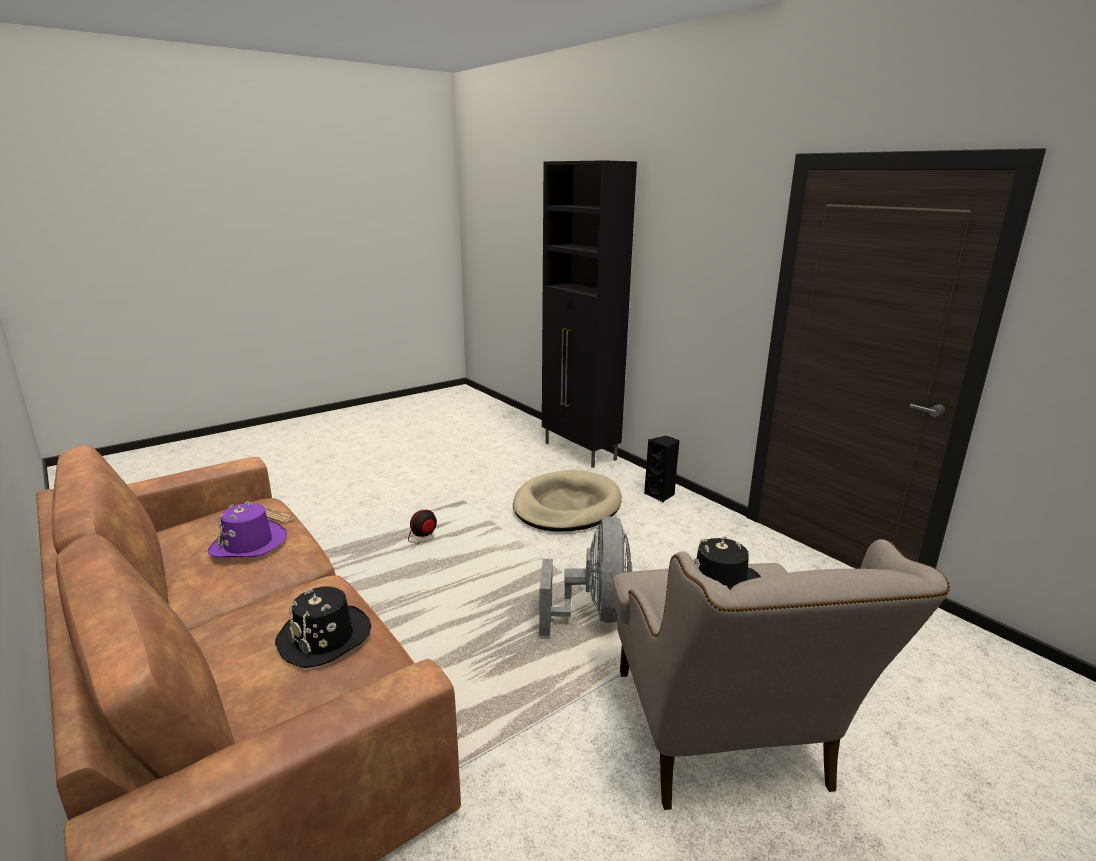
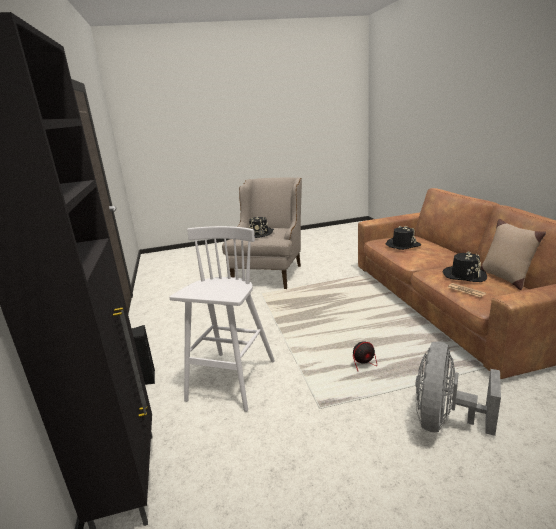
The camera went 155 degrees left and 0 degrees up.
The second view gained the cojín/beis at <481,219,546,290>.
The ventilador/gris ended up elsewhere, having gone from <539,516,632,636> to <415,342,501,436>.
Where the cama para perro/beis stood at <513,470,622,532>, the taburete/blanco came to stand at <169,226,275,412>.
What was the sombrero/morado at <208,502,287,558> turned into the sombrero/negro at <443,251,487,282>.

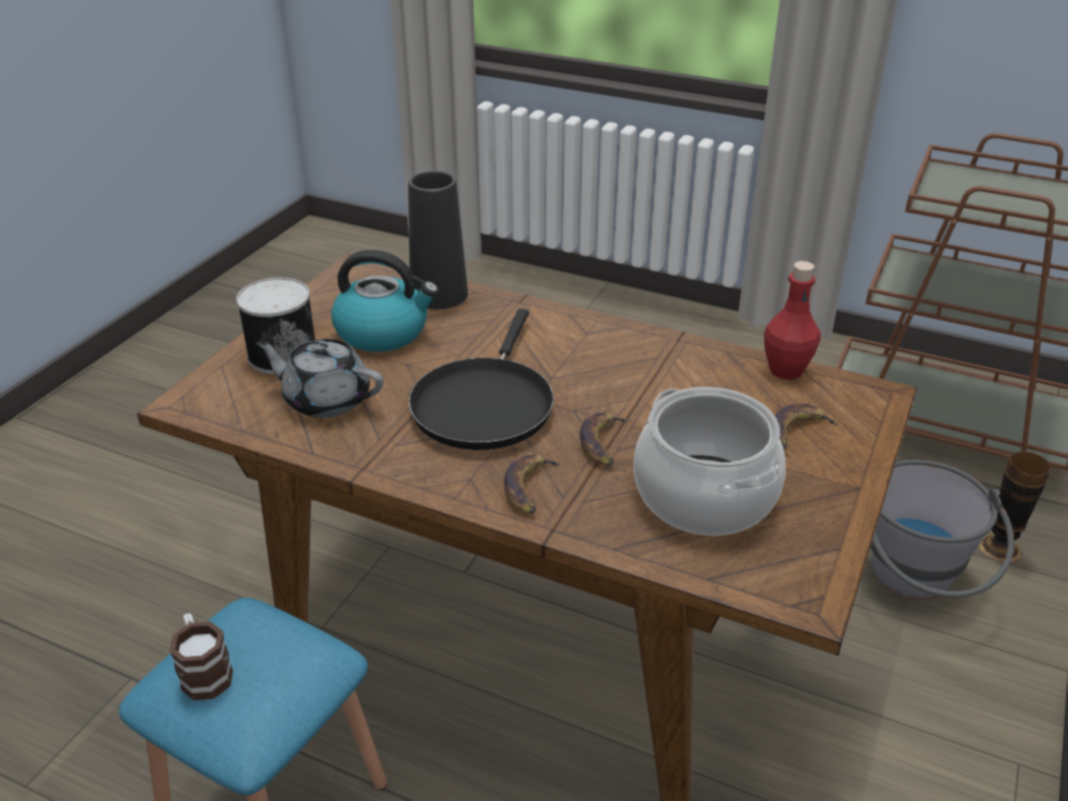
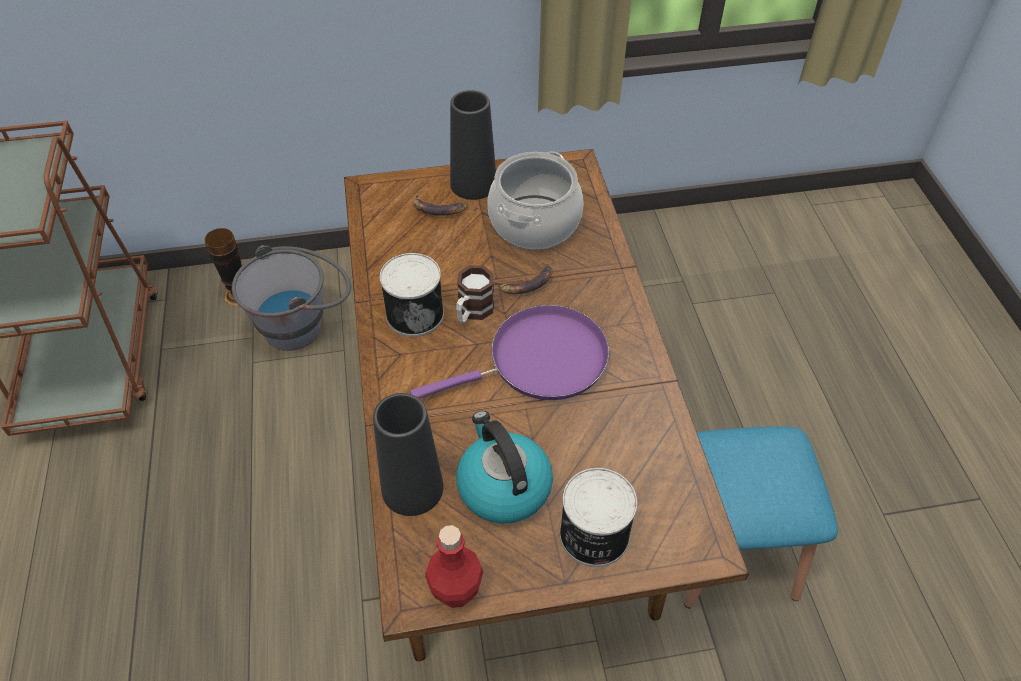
The camera went 125 degrees left and 15 degrees up.
The second view lost the tetera/gris at <256,339,383,418>.
The second view lost the plátano at <504,453,562,514>.
The second view gained the lata at <379,253,444,337>.
The second view gained the florero/negro at <450,90,496,200>.
The taza grande ended up elsewhere, having gone from <169,613,233,700> to <456,265,495,323>.
The botella/rojo ended up elsewhere, having gone from <764,261,820,380> to <425,525,483,608>.
What was the sartén/negro at <408,309,554,450> turned into the sartén/morado at <410,305,609,400>.

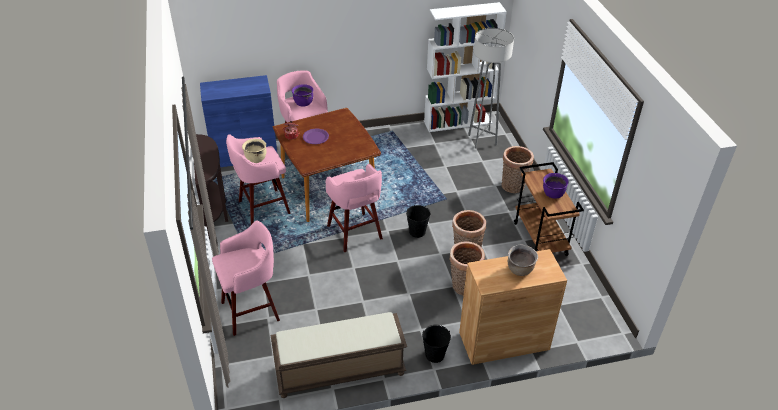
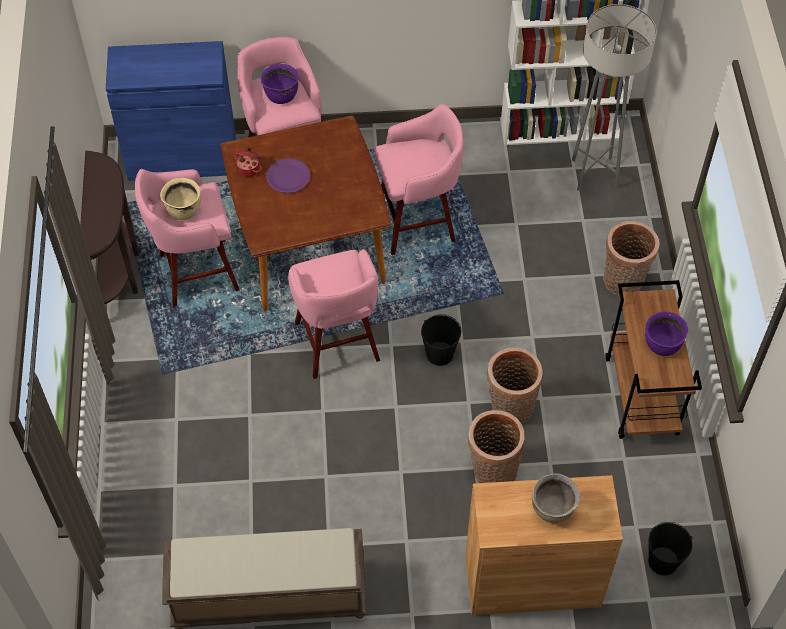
The camera went 10 degrees right and 15 degrees up.
The taburete/rosa ended up elsewhere, having gone from <212,220,280,336> to <375,104,464,255>.
The cubo/negro ended up elsewhere, having gone from <422,325,451,363> to <648,522,693,575>.

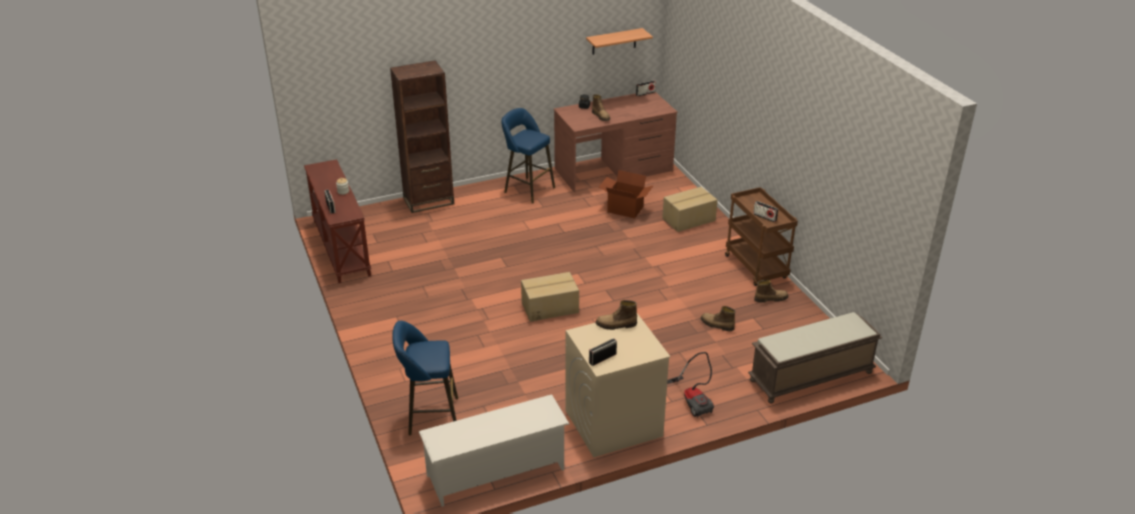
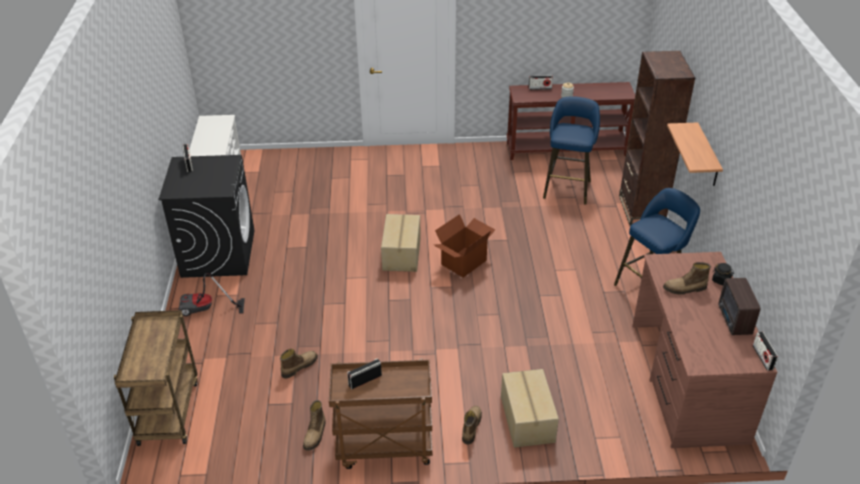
The camera went 110 degrees right and 5 degrees up.
The second view gained the radio at <719,278,760,335>.
The taburete/azul ended up elsewhere, having gone from <392,321,458,435> to <543,97,600,205>.
The estante ended up elsewhere, having gone from <586,28,653,55> to <667,122,723,186>.
The bota ended up elsewhere, having gone from <595,300,637,330> to <462,406,482,444>.
The caja de cartón ended up elsewhere, having gone from <599,170,654,218> to <434,214,495,278>.
Where the banco/marrón stood at <748,312,882,404>, the carrito/marrón came to stand at <114,310,198,446>.
What was the lavadora/beis at <565,313,670,457> turned into the lavadora/negro at <159,155,255,278>.

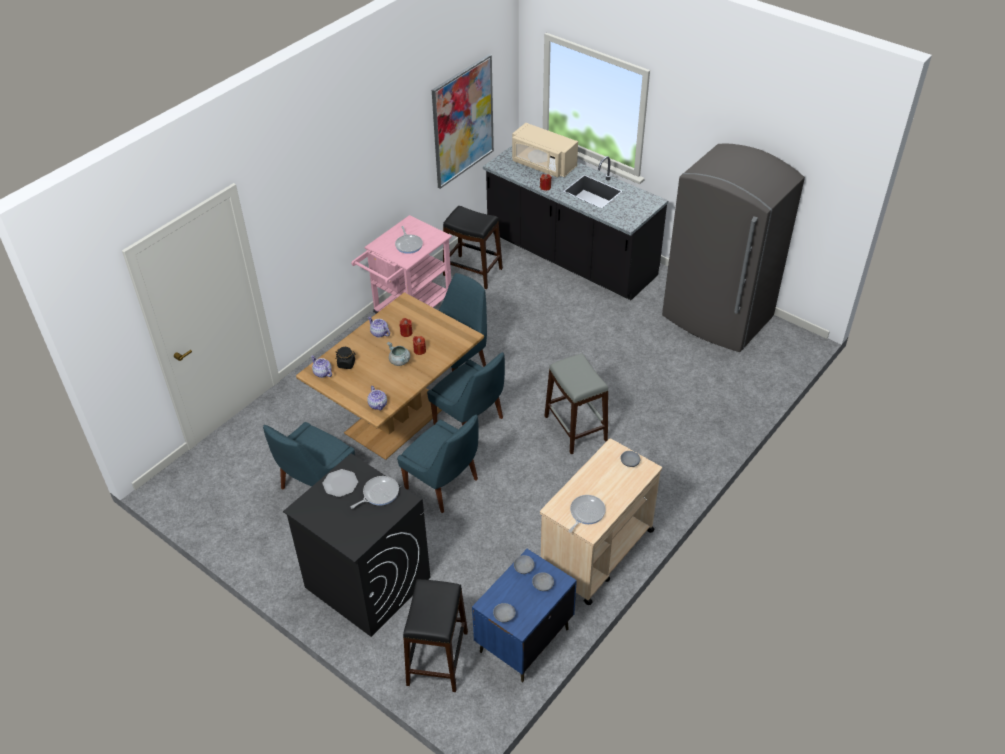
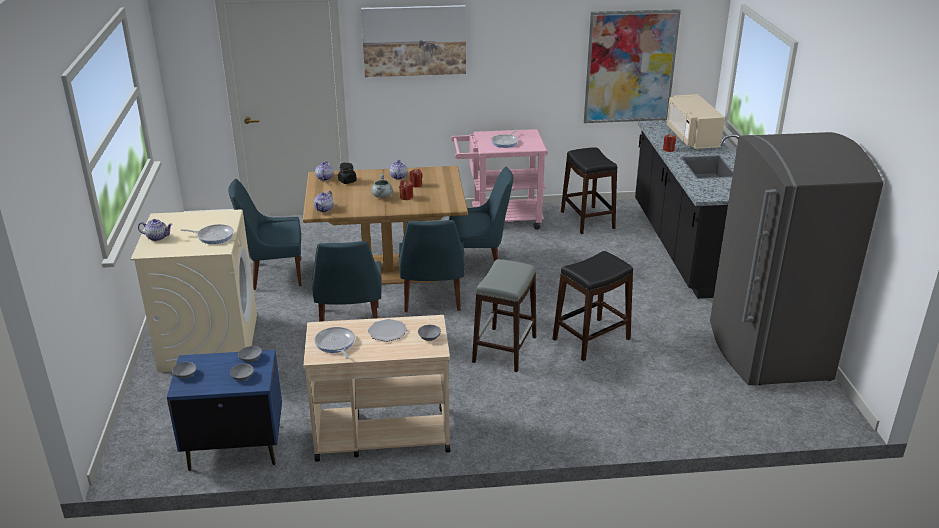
The camera went 45 degrees right and 15 degrees down.
The second view gained the tetera at <138,219,173,241>.
The second view gained the cuadro at <361,5,466,77>.
The plato ended up elsewhere, having gone from <323,469,358,497> to <368,319,407,342>.
The taburete/negro ended up elsewhere, having gone from <403,579,468,692> to <553,251,633,361>.
What was the lavadora/negro at <283,453,430,637> turned into the lavadora/beis at <131,209,257,372>.
The sartén at <569,495,606,533> ended up facing another way, 105 degrees counterclockwise from before.

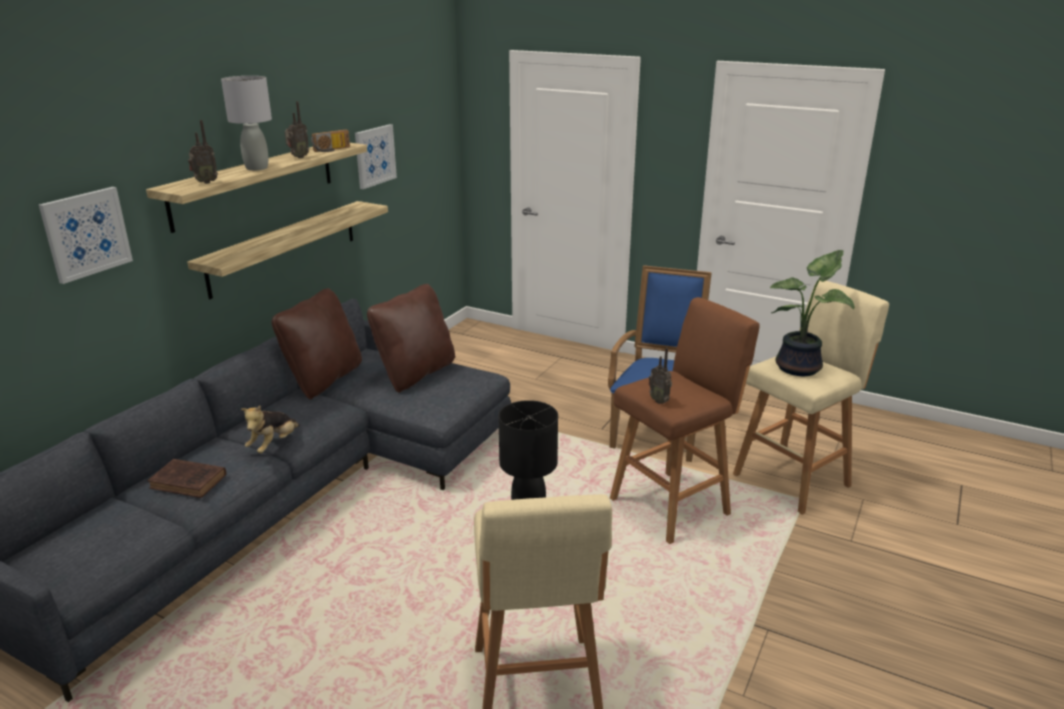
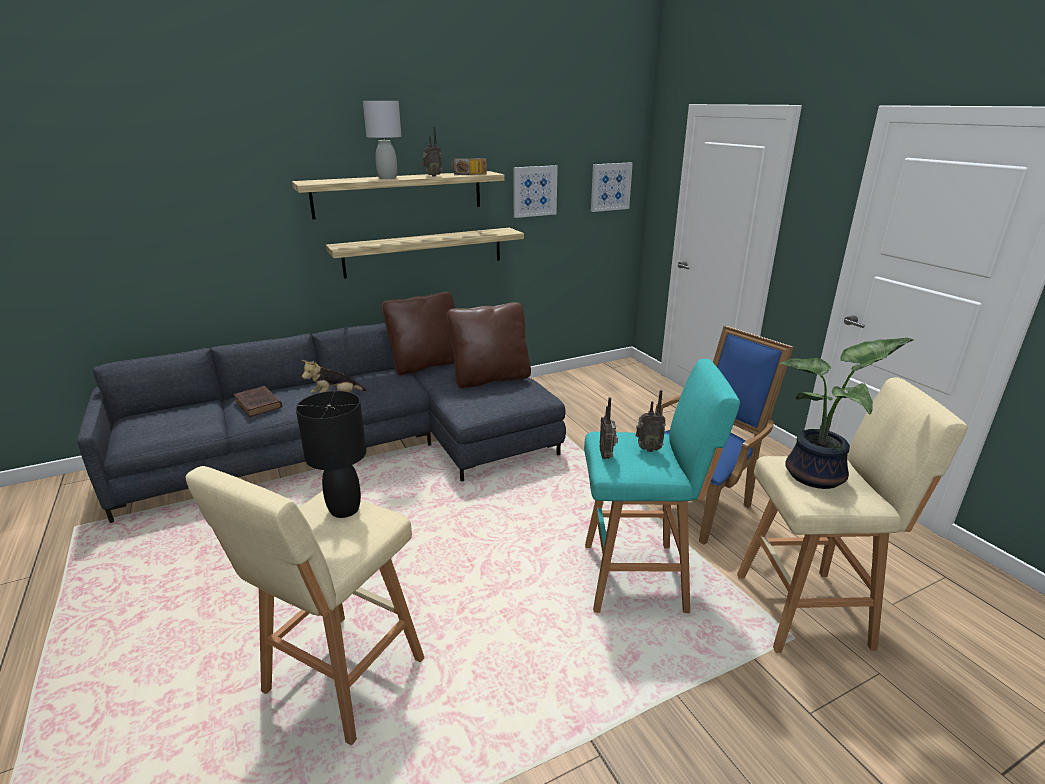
The camera went 35 degrees right and 0 degrees up.
The cuadro ended up elsewhere, having gone from <39,187,133,284> to <591,162,633,212>.
The radio ended up elsewhere, having gone from <188,120,218,184> to <635,390,666,452>.
What was the taburete/marrón at <610,297,760,544> turned into the taburete/turquesa at <584,359,740,613>.

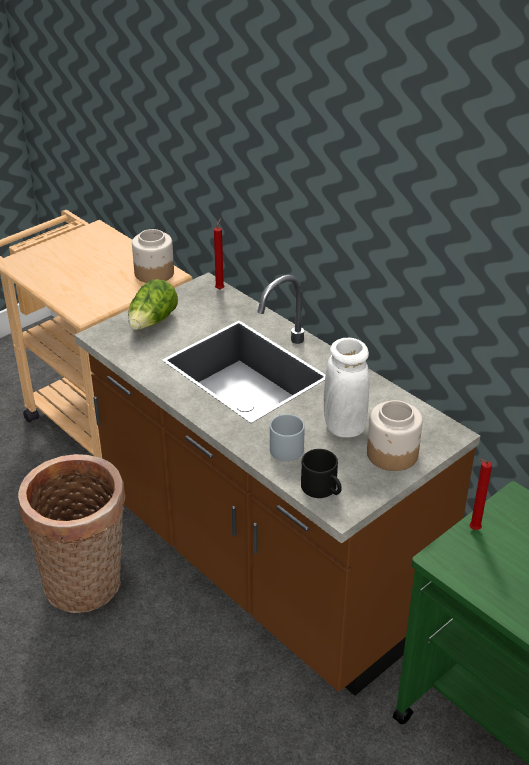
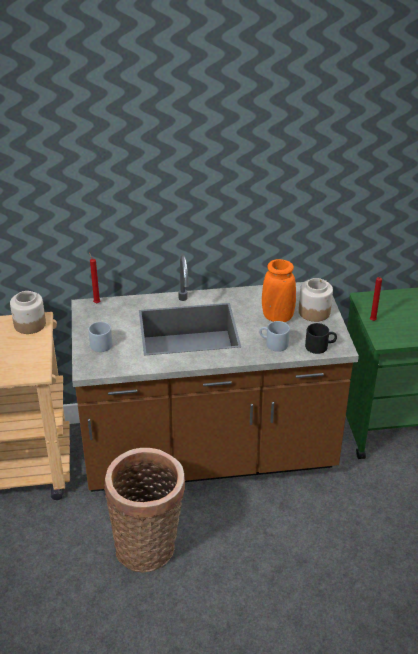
The camera went 55 degrees left and 0 degrees up.
Where the lechuga stood at <128,279,178,330>, the taza grande/gris came to stand at <88,322,112,352>.
What was the florero/blanco at <324,338,369,438> turned into the florero/naranja at <262,259,296,322>.

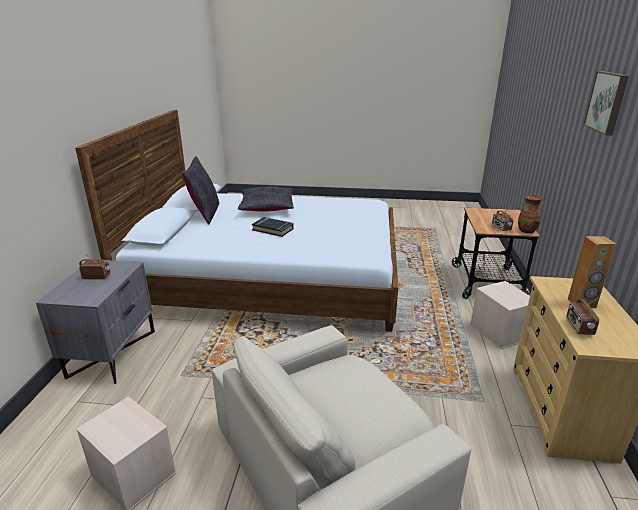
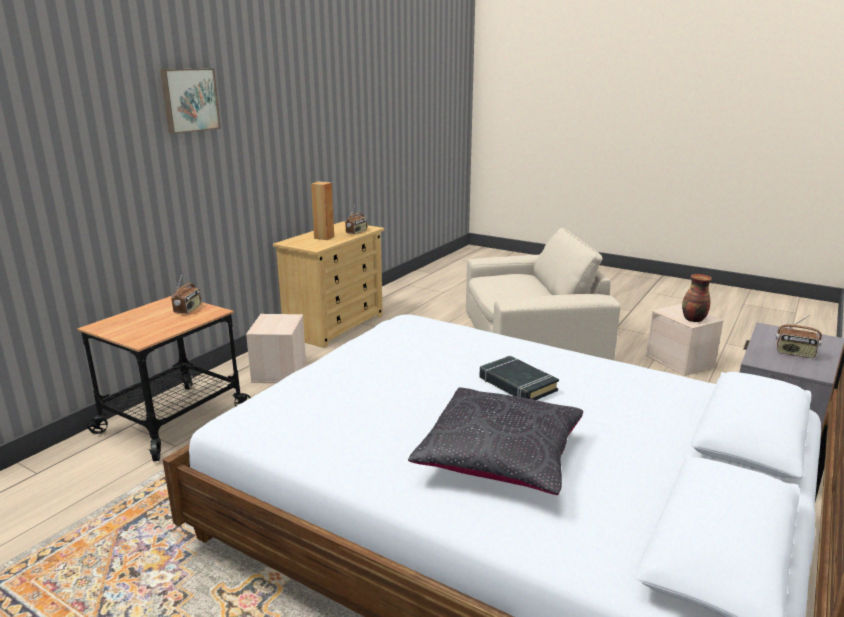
The camera went 155 degrees left and 5 degrees down.
The second view lost the cojín/negro at <182,156,219,225>.
The florero ended up elsewhere, having gone from <518,195,542,233> to <682,274,712,322>.

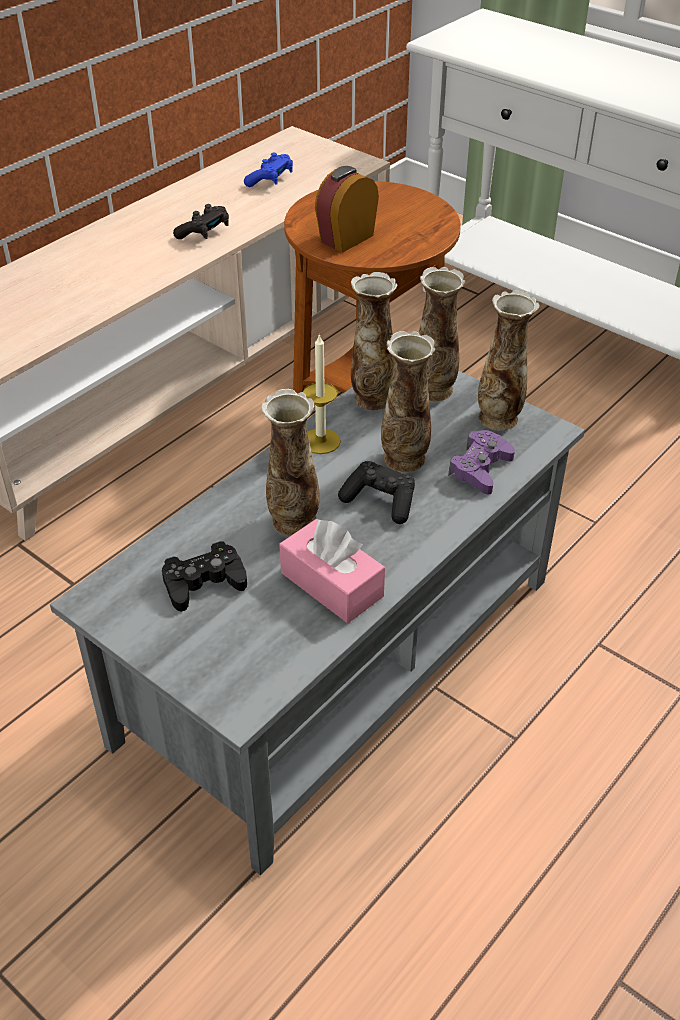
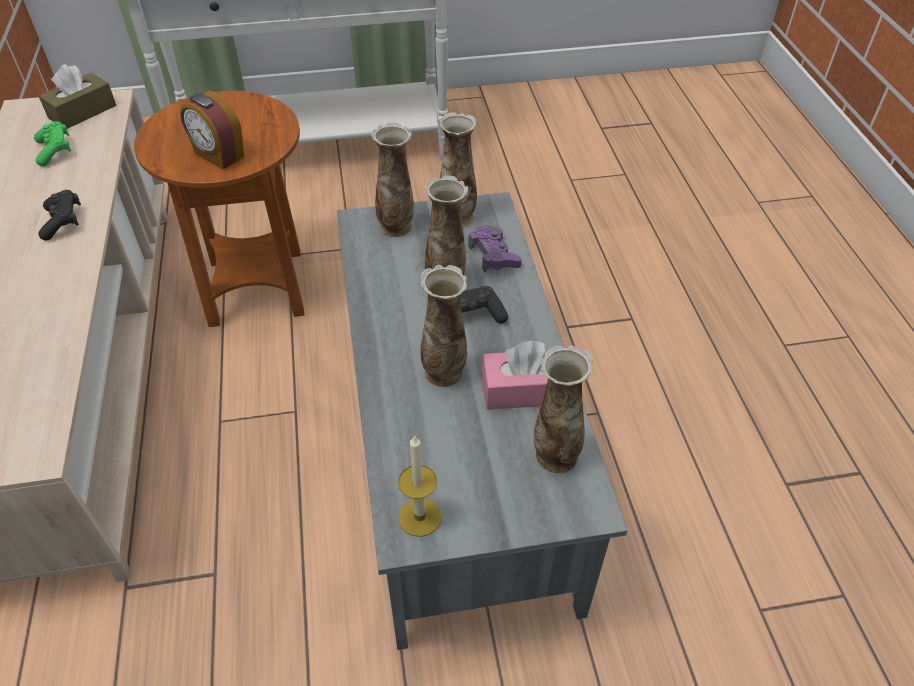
The camera went 50 degrees left and 5 degrees up.
The second view lost the mando de consola/negro at <162,541,247,612>.
The second view gained the caja de pañuelos/marrón at <39,64,116,129>.
The vela ended up elsewhere, having gone from <303,333,341,454> to <398,435,442,537>.
The florero ended up elsewhere, having gone from <351,272,397,410> to <534,345,593,473>.
What was the mando de consola/azul at <244,153,293,187> turned into the mando de consola/verde at <34,121,71,167>.
The despertador at <315,166,379,253> ended up facing another way, 45 degrees counterclockwise from before.

